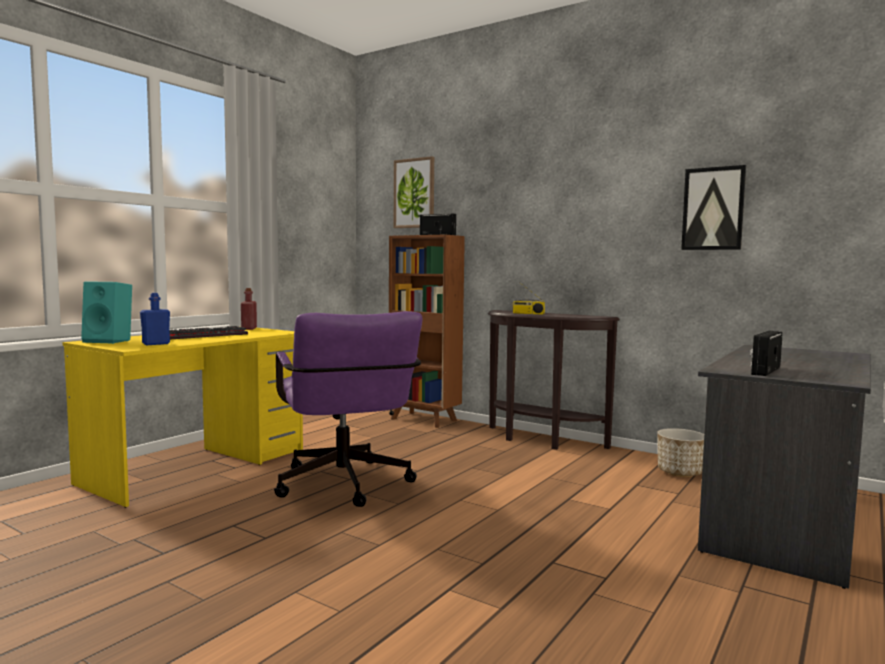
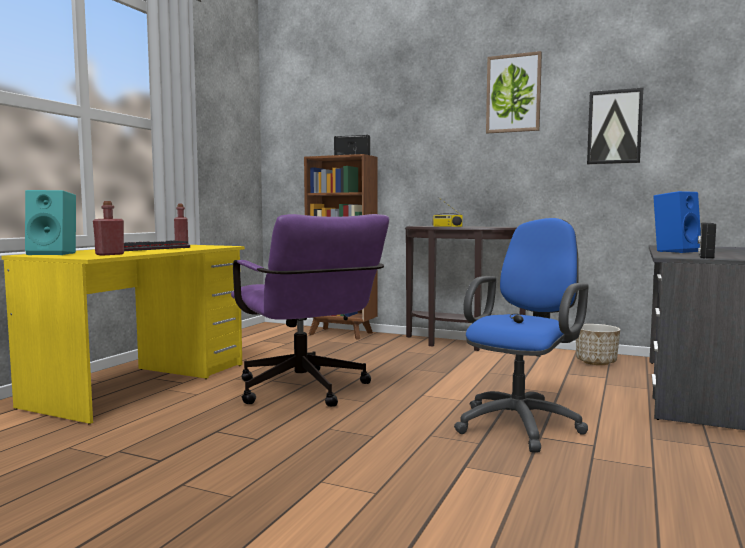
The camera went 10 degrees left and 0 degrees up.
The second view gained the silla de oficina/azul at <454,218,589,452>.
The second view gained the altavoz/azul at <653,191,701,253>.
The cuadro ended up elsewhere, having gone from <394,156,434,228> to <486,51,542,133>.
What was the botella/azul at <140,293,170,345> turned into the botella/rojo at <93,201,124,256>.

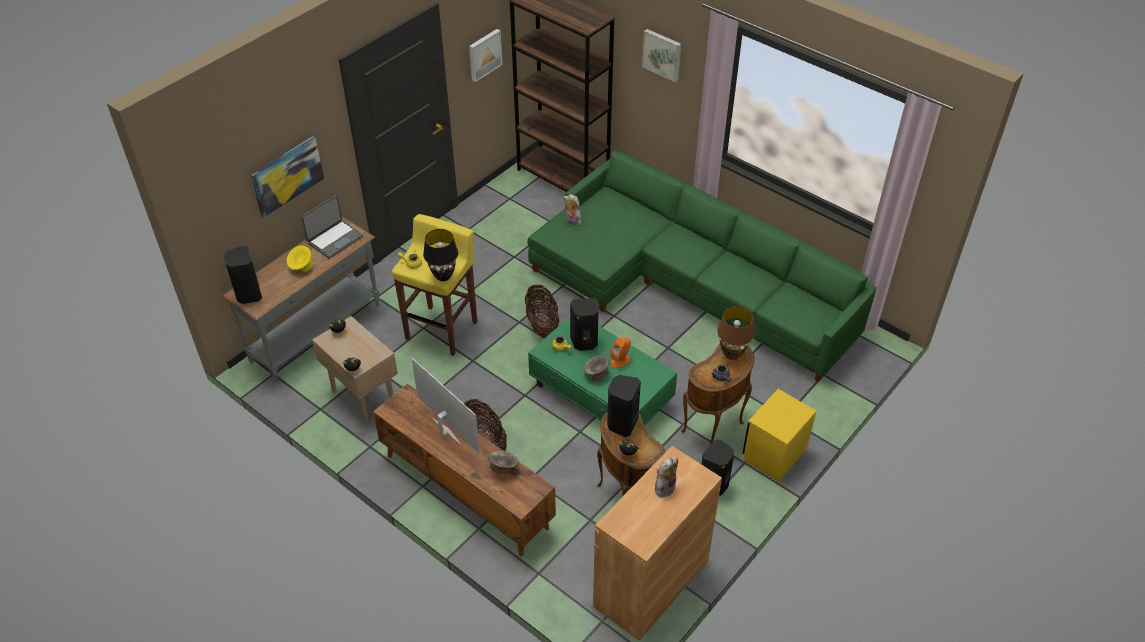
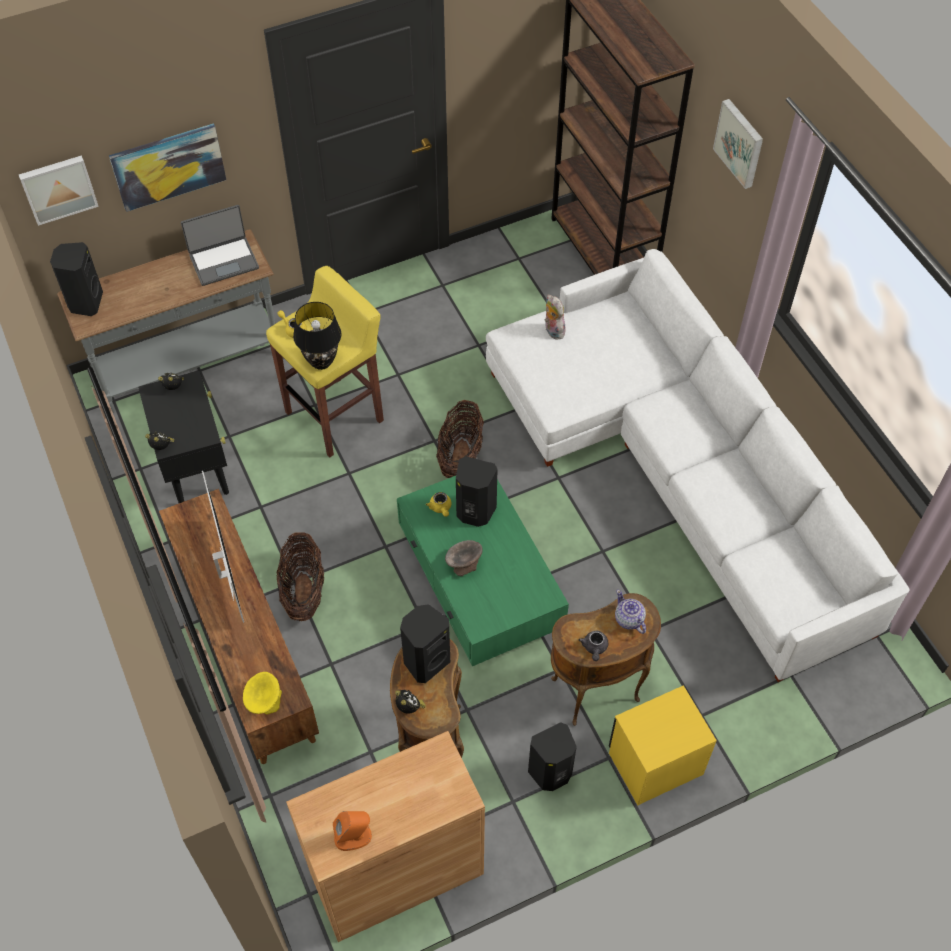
The camera went 25 degrees right and 10 degrees up.
The second view lost the cuenco/gris at <488,450,519,474>.
The second view lost the peluche at <655,457,678,497>.
The cuenco/amarillo ended up elsewhere, having gone from <287,246,313,272> to <243,672,282,714>.
The cuadro ended up elsewhere, having gone from <469,29,502,82> to <19,155,99,226>.
The altavoz/naranja ended up elsewhere, having gone from <610,338,631,368> to <333,811,372,851>.
Where the lámpara de mesa/marrón stood at <717,306,754,360>, the tetera came to stand at <615,590,646,634>.
What was the mesa auxiliar/beis at <312,316,398,422> turned into the mesa auxiliar/negro at <138,370,229,503>.
What was the sofá/verde at <527,151,877,382> turned into the sofá/blanco at <486,249,910,682>.

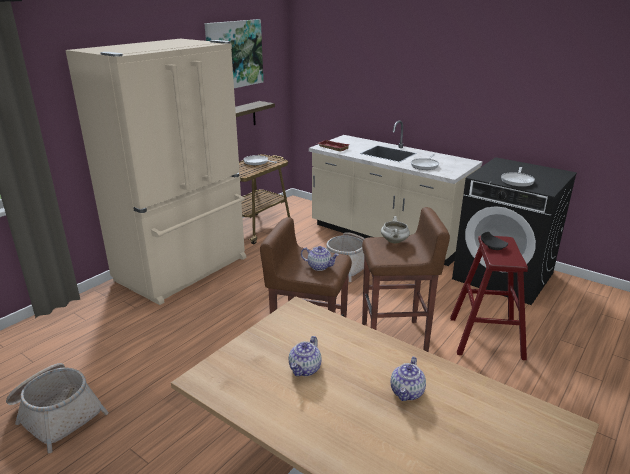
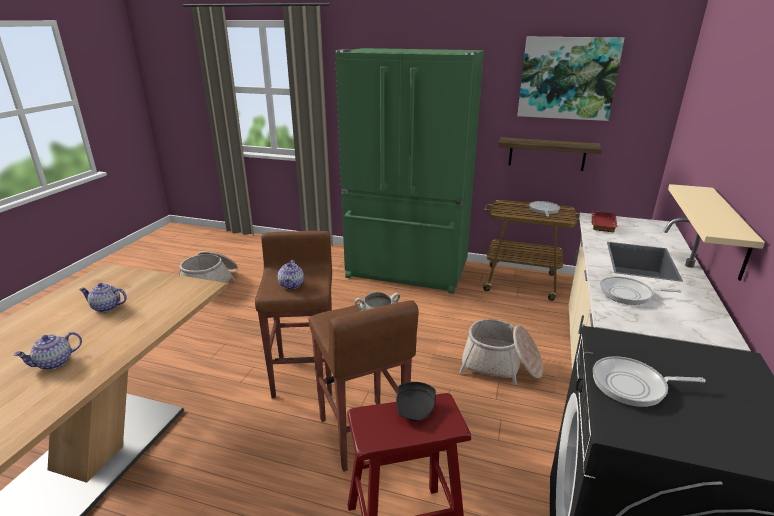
The camera went 70 degrees right and 0 degrees up.
The second view gained the estante/beis at <668,184,765,281>.
What was the nevera/beis at <65,39,246,305> turned into the nevera/verde at <335,48,484,294>.
The tetera at <391,357,426,401> ended up facing another way, 45 degrees counterclockwise from before.

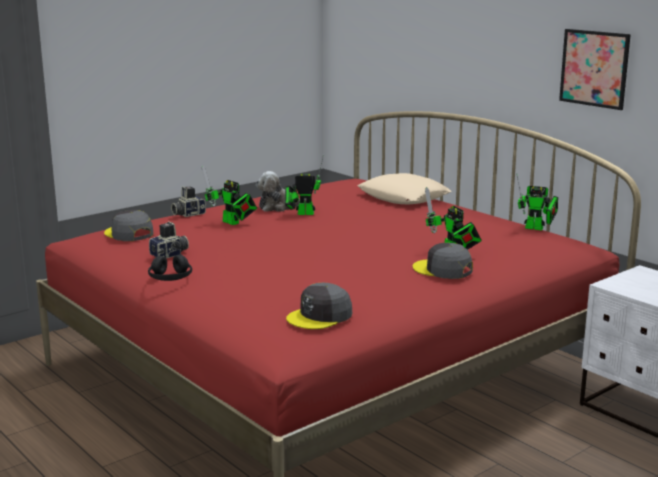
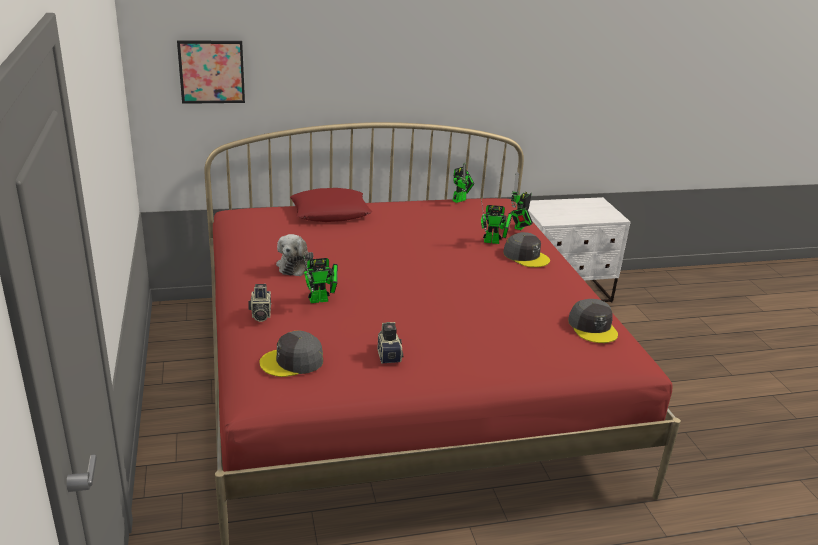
The camera went 65 degrees left and 10 degrees up.
The second view lost the auriculares/negro at <148,254,192,281>.
The robot de juguete ended up elsewhere, having gone from <285,154,324,215> to <511,171,533,230>.
The cuadro ended up elsewhere, having gone from <559,29,631,110> to <177,40,245,104>.
What was the cojín/beis at <358,173,451,205> turned into the cojín/rojo at <290,188,372,222>.
The gorra/gris at <413,243,473,279> ended up facing another way, 105 degrees counterclockwise from before.

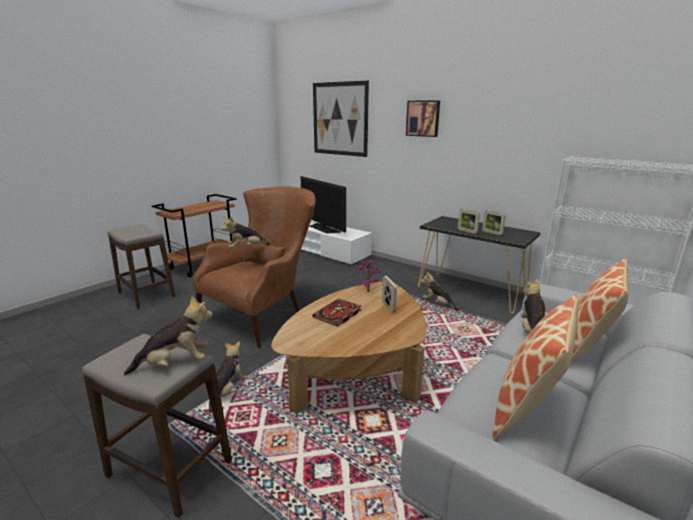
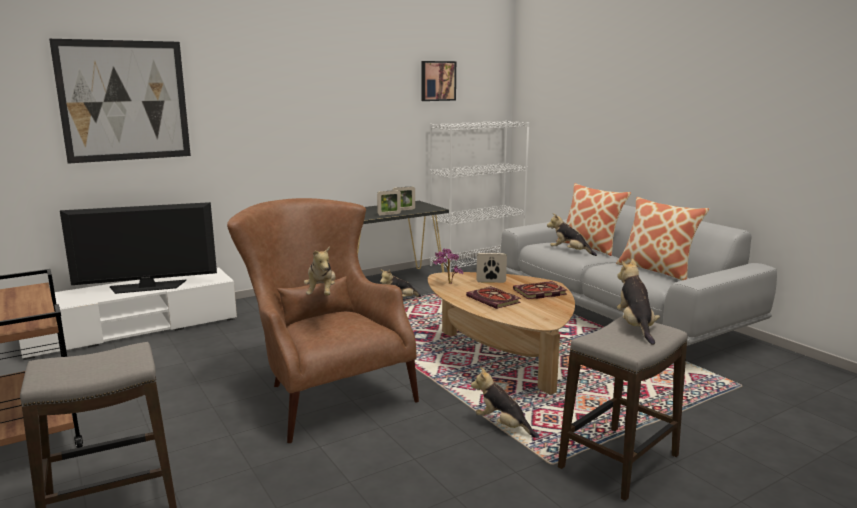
The camera went 70 degrees left and 5 degrees down.
The second view gained the libro at <513,281,567,299>.
The cuadro ended up elsewhere, having gone from <406,100,440,137> to <421,61,456,101>.

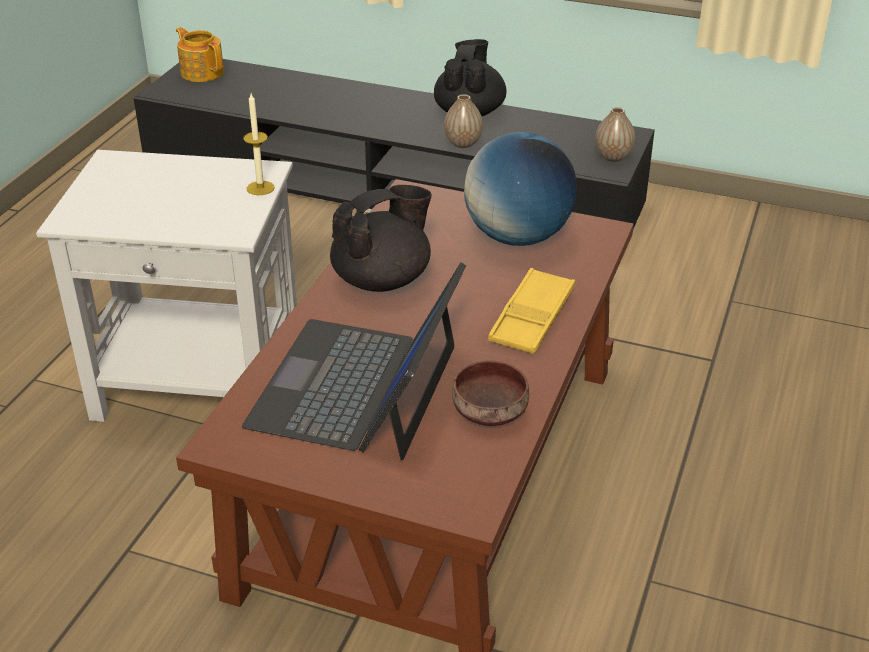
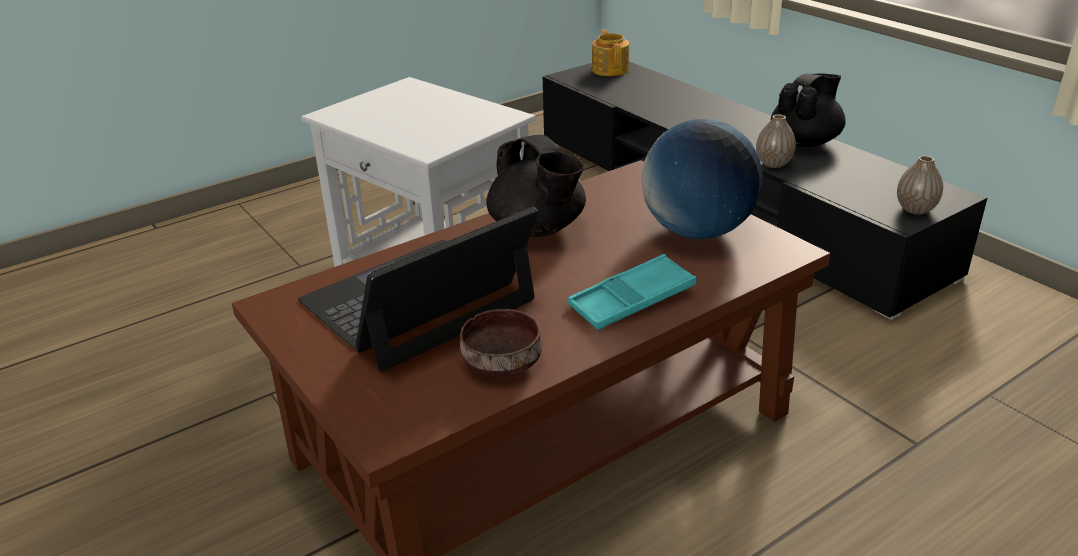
The camera went 35 degrees right and 5 degrees down.
The second view lost the vela at <243,93,275,195>.
What was the bandeja/amarillo at <488,268,575,354> turned into the bandeja/turquesa at <568,254,696,330>.
The tetera/negro at <330,185,432,292> ended up facing another way, 60 degrees clockwise from before.

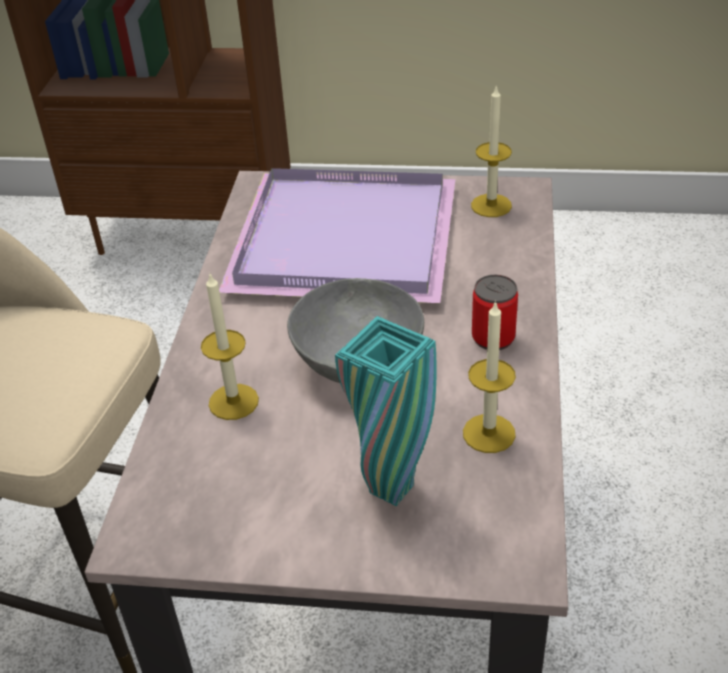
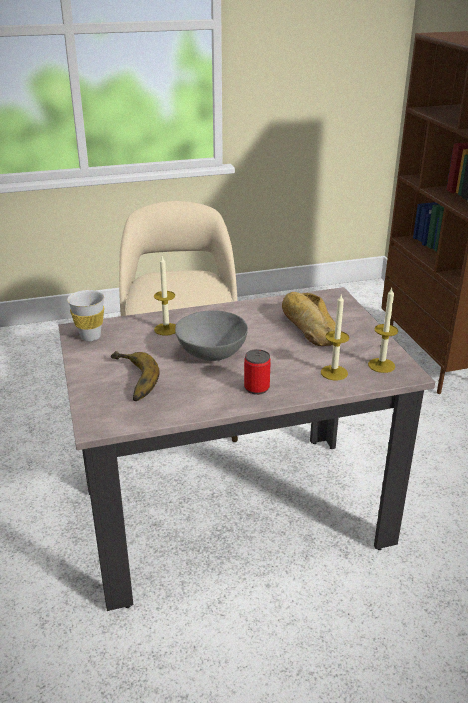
The camera went 65 degrees right and 10 degrees down.
The second view gained the taza/blanco at <67,290,104,341>.
The vela ended up elsewhere, having gone from <463,300,516,453> to <321,293,349,380>.
Where the bandeja/morado stood at <219,168,455,303>, the pan came to stand at <282,292,336,346>.
Where the florero/turquesa stood at <335,316,437,506>, the plátano came to stand at <111,351,159,401>.

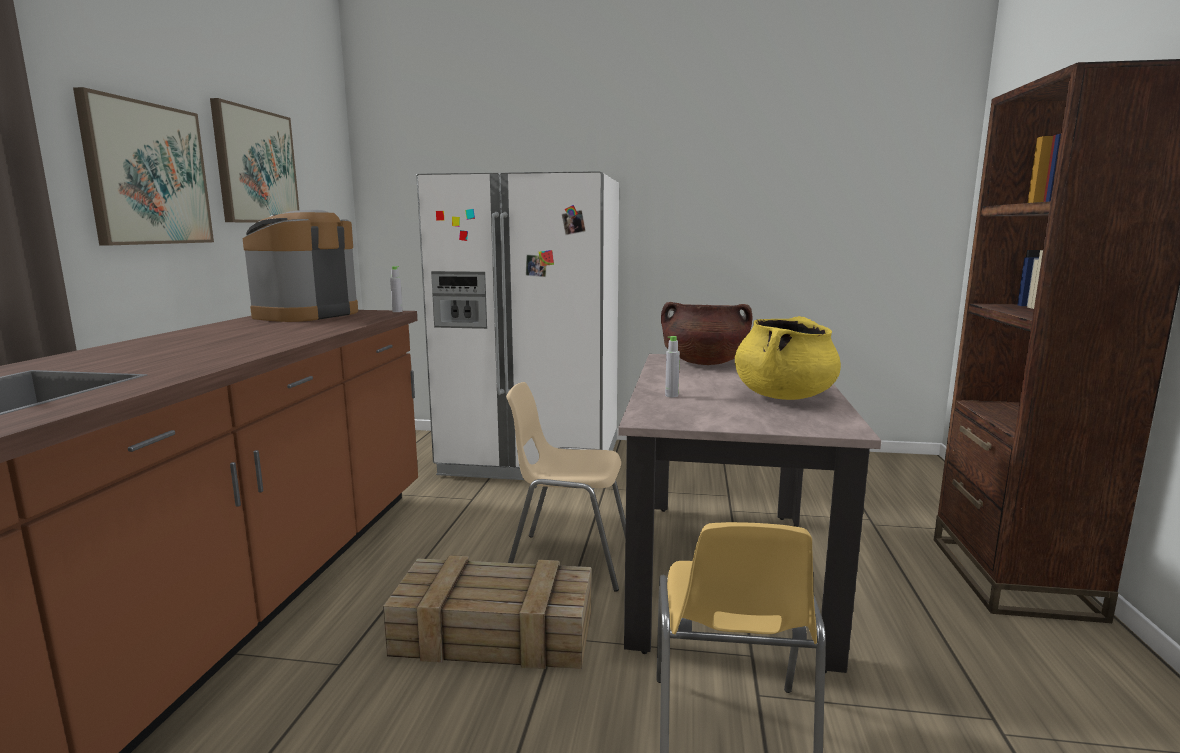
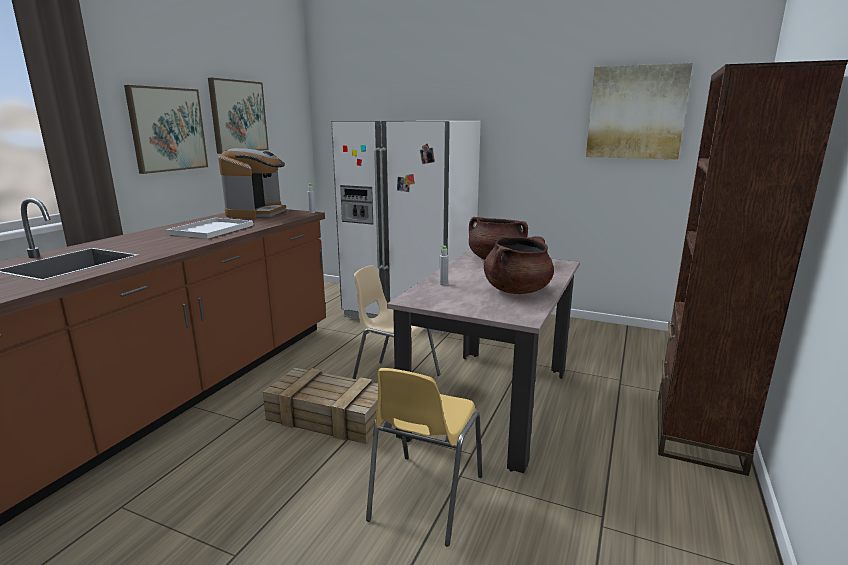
The camera went 15 degrees right and 5 degrees up.
The second view gained the bandeja/blanco at <166,218,253,239>.
The second view gained the cuadro at <586,63,693,159>.
What was the olla/amarillo at <735,316,841,400> turned into the olla/marrón at <484,236,554,294>.
The cafetera at <242,210,358,322> ended up facing another way, 150 degrees clockwise from before.

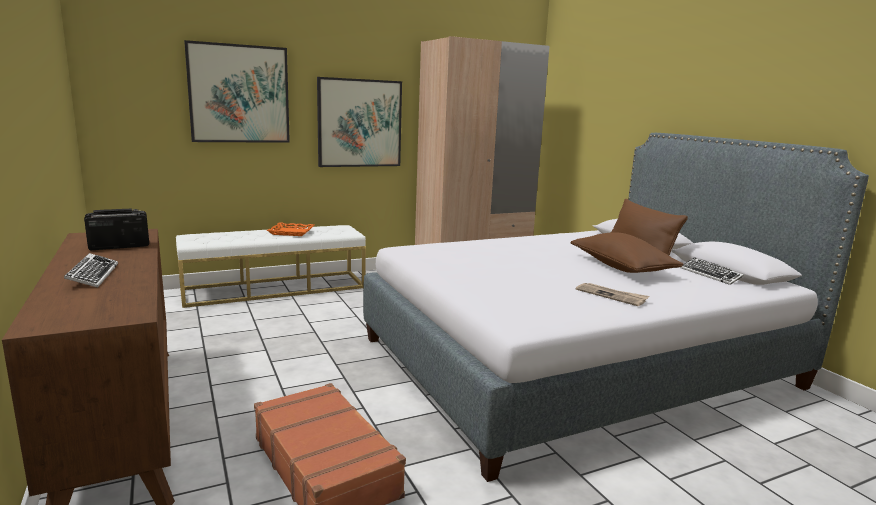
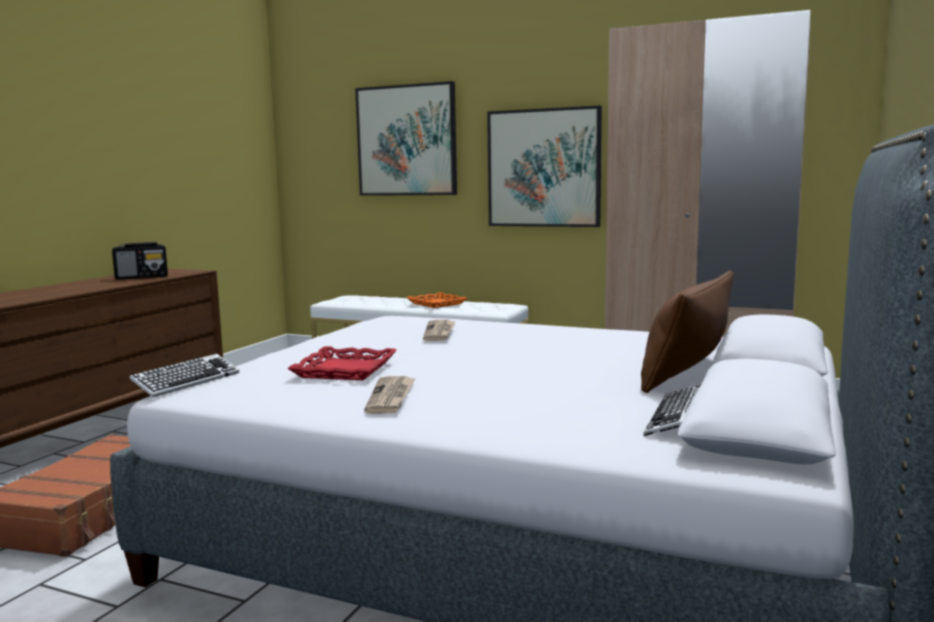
The camera went 50 degrees right and 5 degrees down.
The second view lost the cojín/marrón at <571,232,684,273>.
The second view gained the bandeja/rojo at <287,346,397,380>.
The second view gained the periódico at <423,320,455,341>.
The teclado ended up elsewhere, having gone from <64,253,118,288> to <129,354,239,397>.
The radio at <84,208,149,250> ended up facing another way, 135 degrees clockwise from before.

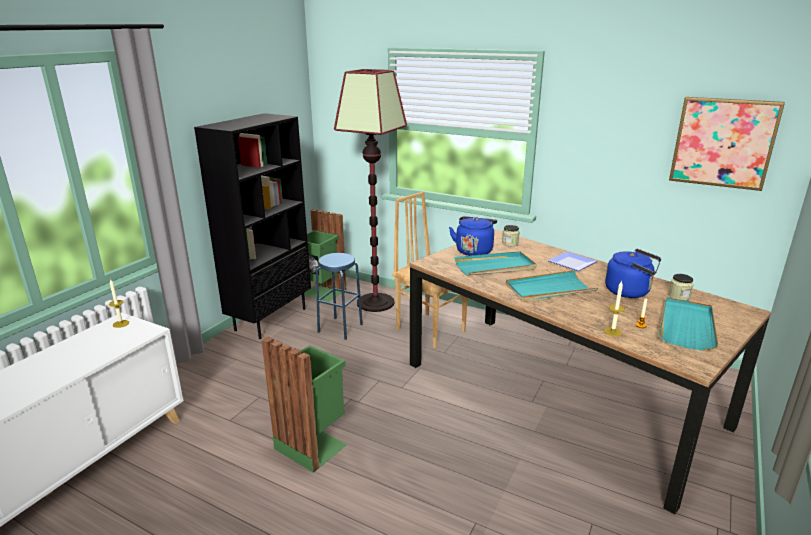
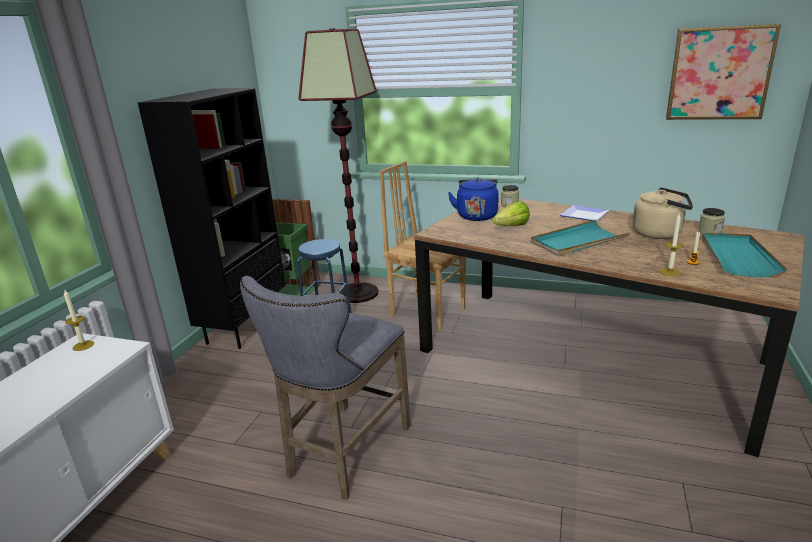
The camera went 10 degrees left and 0 degrees up.
Where the papelera/verde stood at <261,337,347,473>, the taburete/gris came to stand at <240,276,411,499>.
Where the bandeja/turquesa stood at <454,251,537,275>, the lechuga came to stand at <493,201,530,226>.
What was the hervidor/azul at <605,248,661,298> turned into the hervidor/beis at <633,187,693,239>.

